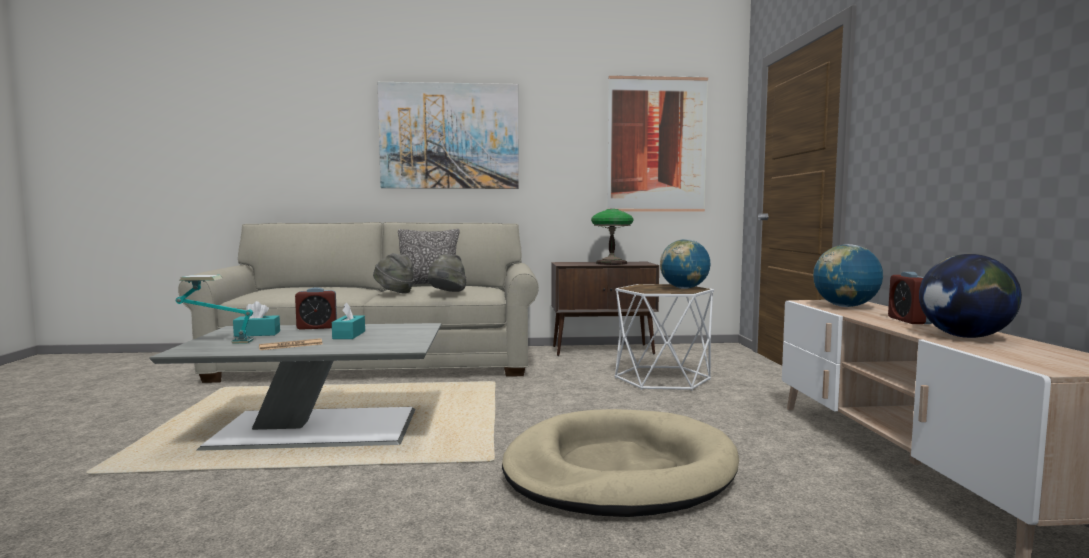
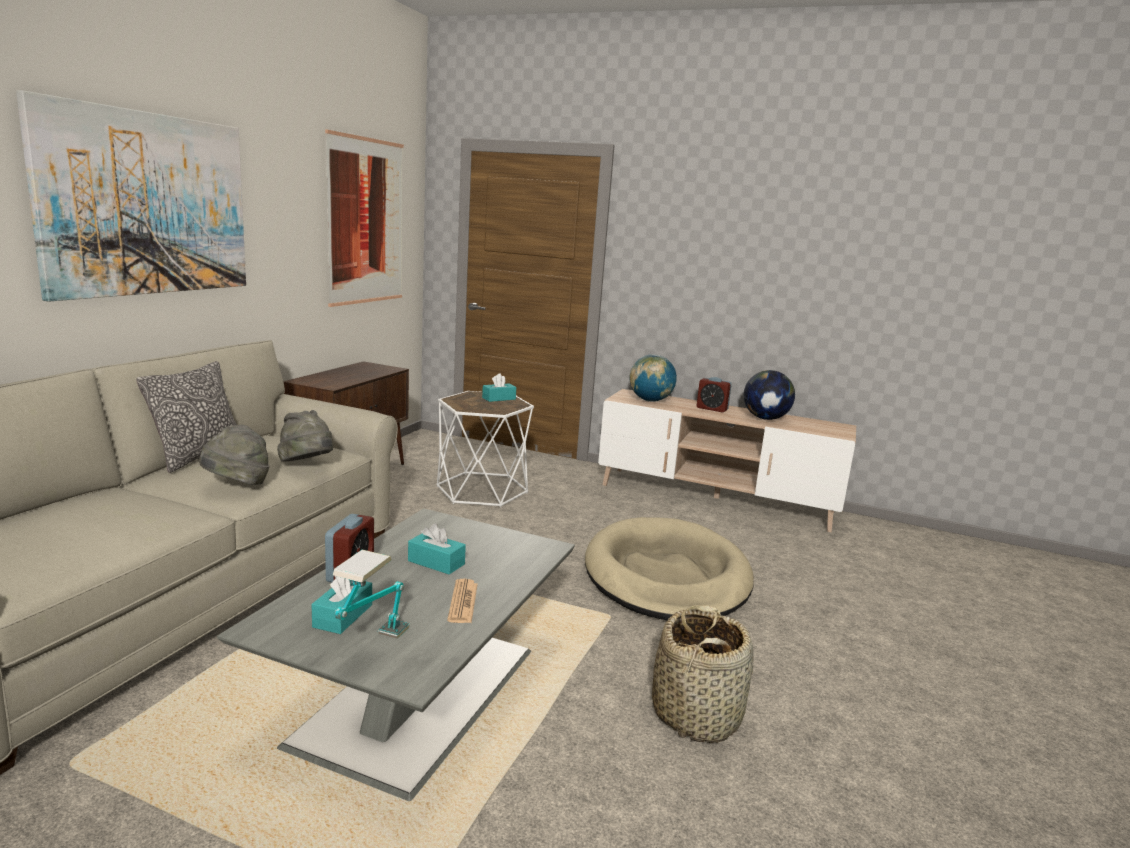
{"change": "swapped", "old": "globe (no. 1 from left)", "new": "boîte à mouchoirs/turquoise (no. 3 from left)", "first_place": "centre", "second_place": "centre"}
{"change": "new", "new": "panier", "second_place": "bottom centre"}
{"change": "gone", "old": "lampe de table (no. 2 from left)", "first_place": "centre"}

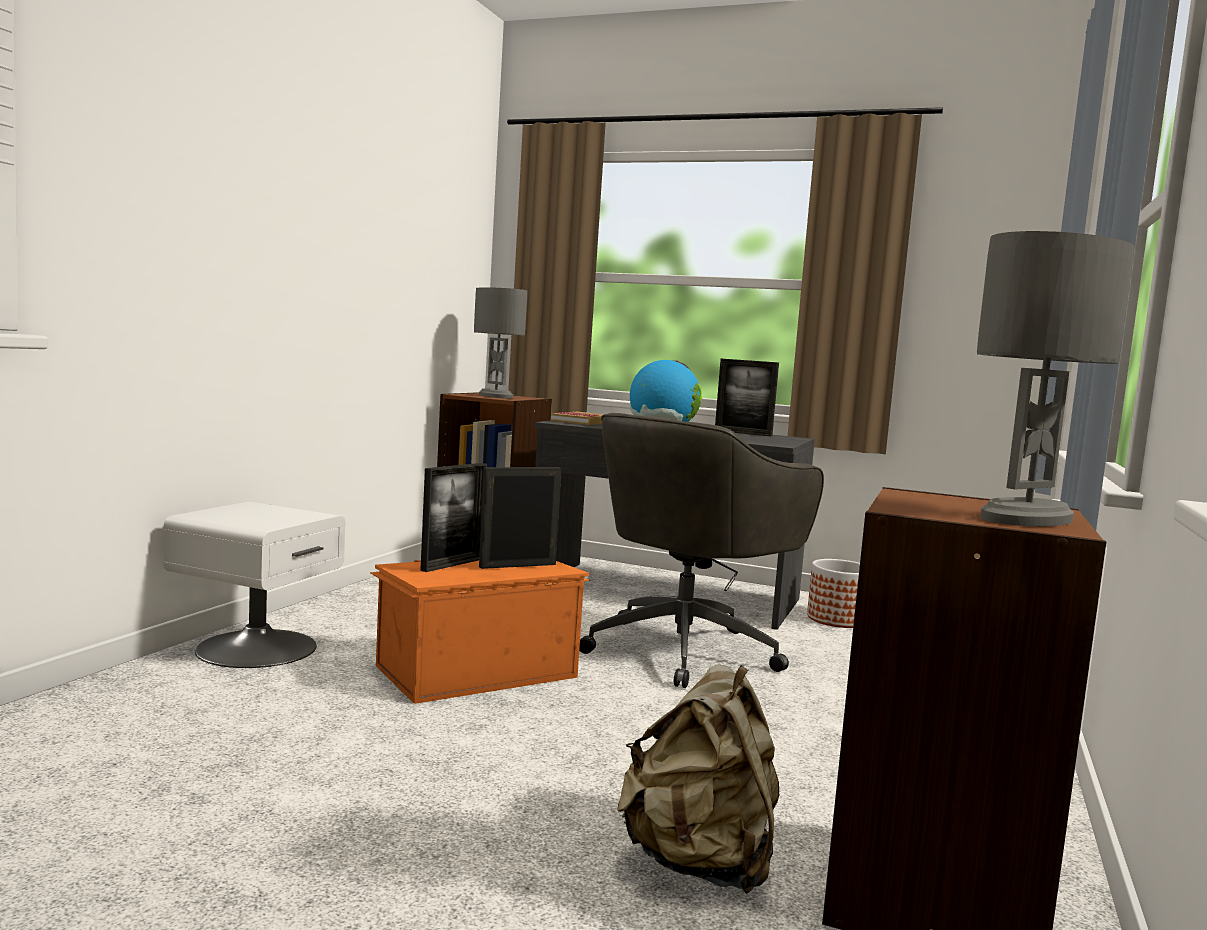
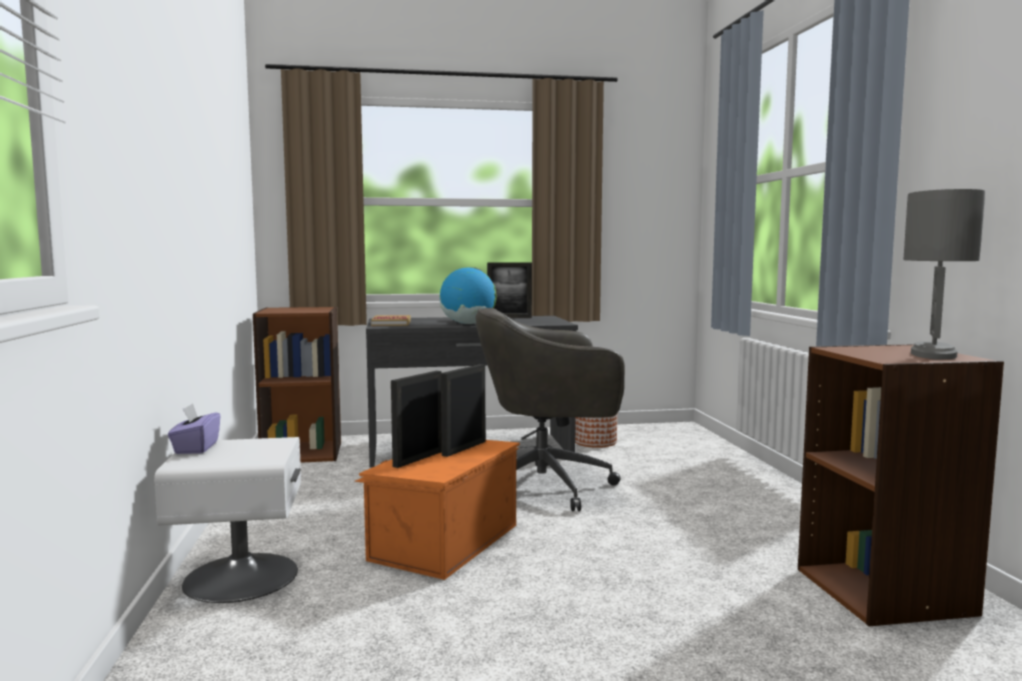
{"change": "new", "new": "boîte à mouchoirs/violet", "second_place": "middle left"}
{"change": "rotated", "old": "cadre photo (no. 1 from left)", "first_place": "centre", "second_place": "centre", "degrees": -150}
{"change": "rotated", "old": "chaise de bureau/gris", "first_place": "centre", "second_place": "centre", "degrees": 75}
{"change": "gone", "old": "lampe de table/gris (no. 1 from left)", "first_place": "centre"}
{"change": "gone", "old": "sac à dos/beige", "first_place": "bottom centre"}

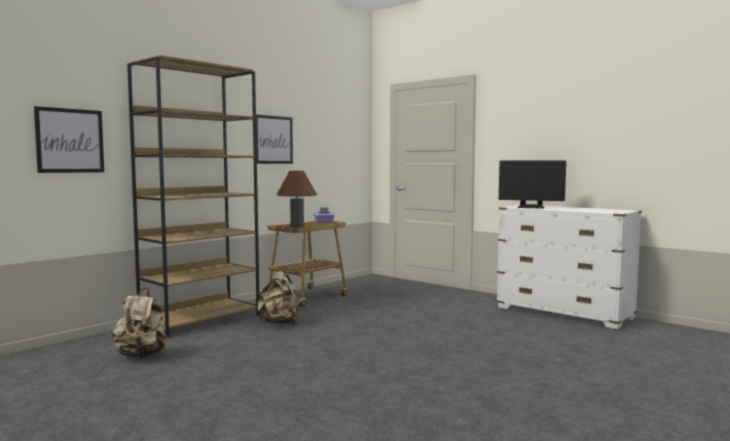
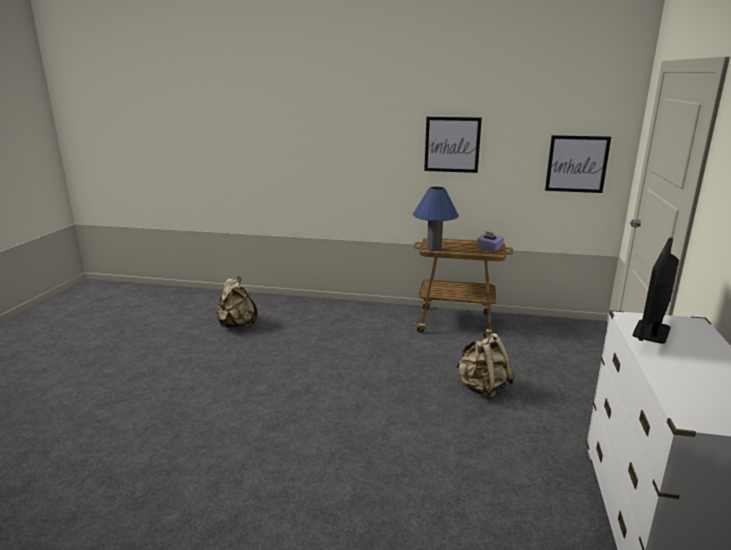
{"change": "repainted", "old": "lampe de table/marron", "new": "lampe de table/bleu", "first_place": "centre", "second_place": "centre"}
{"change": "shifted", "old": "sac à dos/beige (no. 2 from left)", "first_place": "bottom centre", "second_place": "centre"}
{"change": "shifted", "old": "tableau (no. 1 from left in the first image)", "new": "tableau (no. 2 from left)", "first_place": "top left", "second_place": "top right"}
{"change": "rotated", "old": "écran d'ordinateur", "first_place": "middle right", "second_place": "middle right", "degrees": 45}
{"change": "gone", "old": "bibliothèque/marron", "first_place": "middle left"}

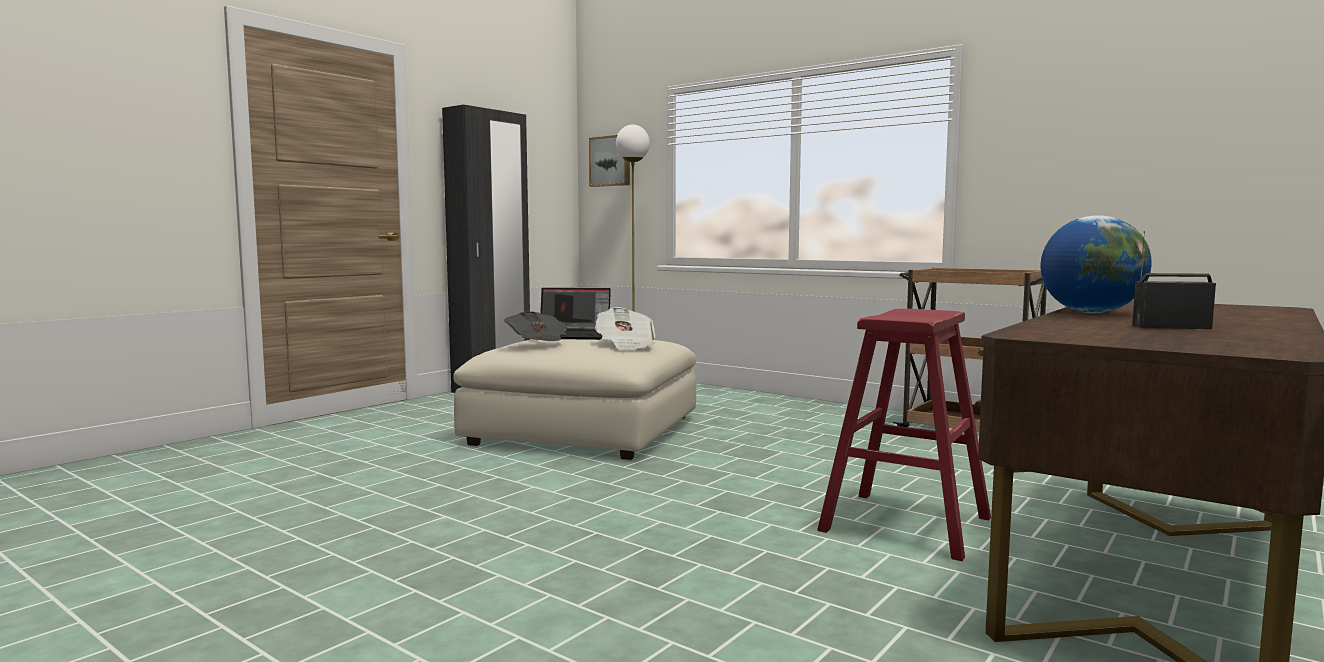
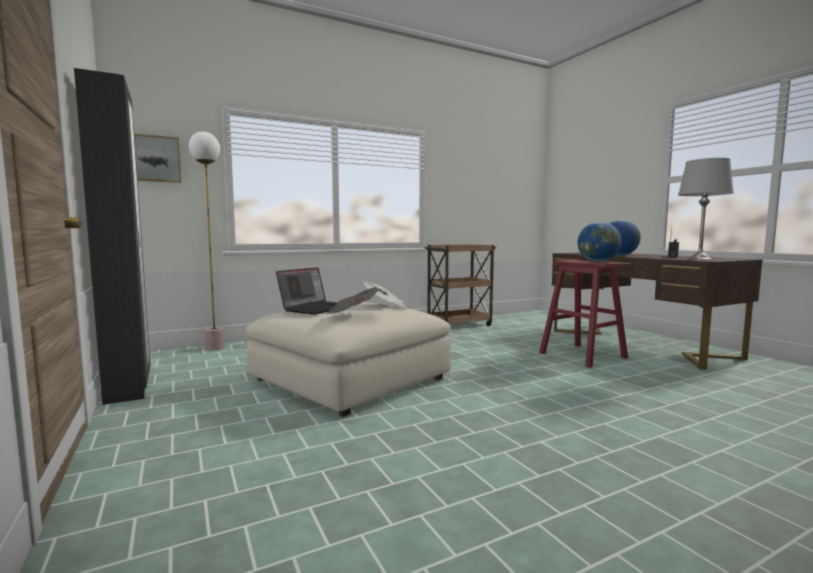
{"change": "new", "new": "globe (no. 1 from left)", "second_place": "middle right"}
{"change": "new", "new": "lampe de table/gris", "second_place": "middle right"}

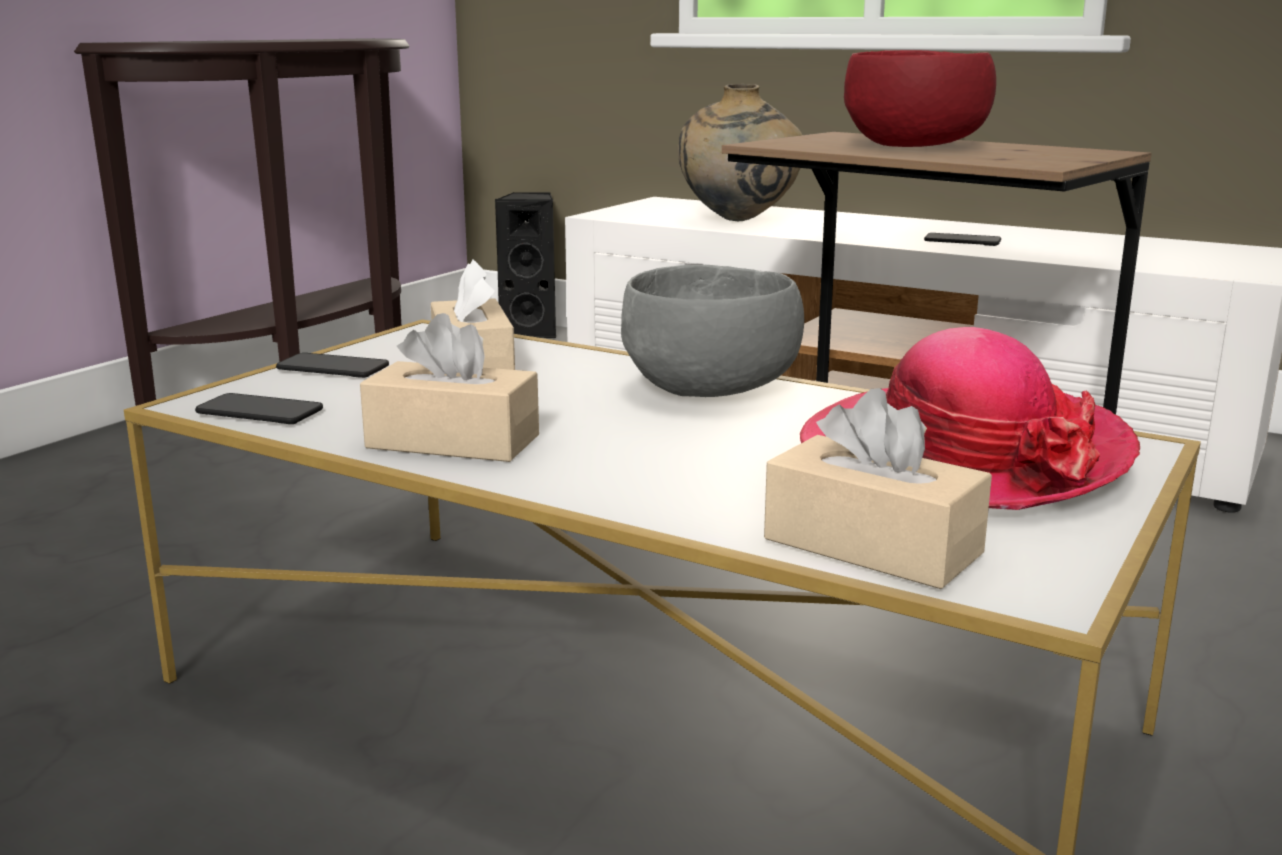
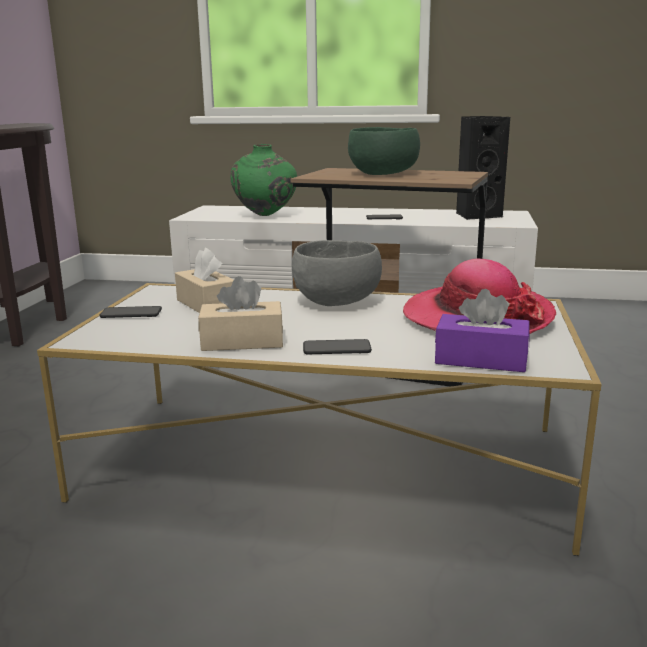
{"change": "repainted", "old": "vase/beige", "new": "vase/vert", "first_place": "top centre", "second_place": "top centre"}
{"change": "shifted", "old": "téléphone (no. 1 from left in the first image)", "new": "téléphone (no. 2 from left)", "first_place": "middle left", "second_place": "centre"}
{"change": "repainted", "old": "bol/rouge", "new": "bol/vert", "first_place": "top right", "second_place": "top centre"}
{"change": "repainted", "old": "boîte à mouchoirs/beige (no. 3 from left)", "new": "boîte à mouchoirs/violet", "first_place": "middle right", "second_place": "middle right"}
{"change": "shifted", "old": "enceinte/noir", "first_place": "top centre", "second_place": "top right"}

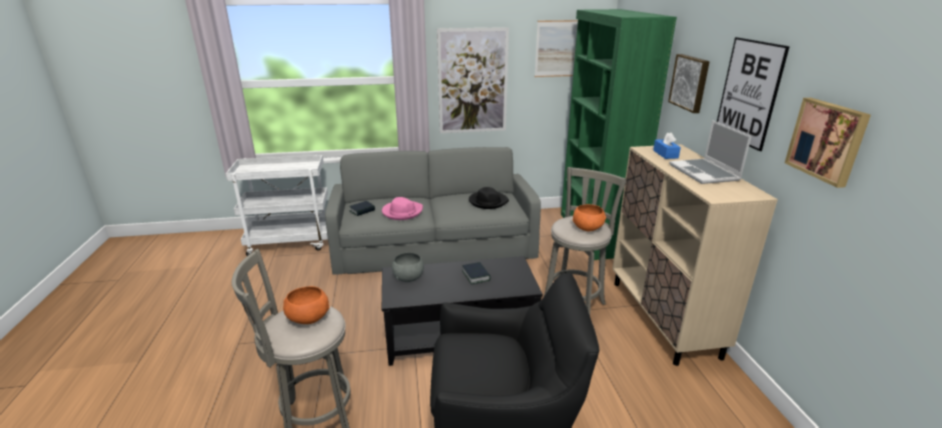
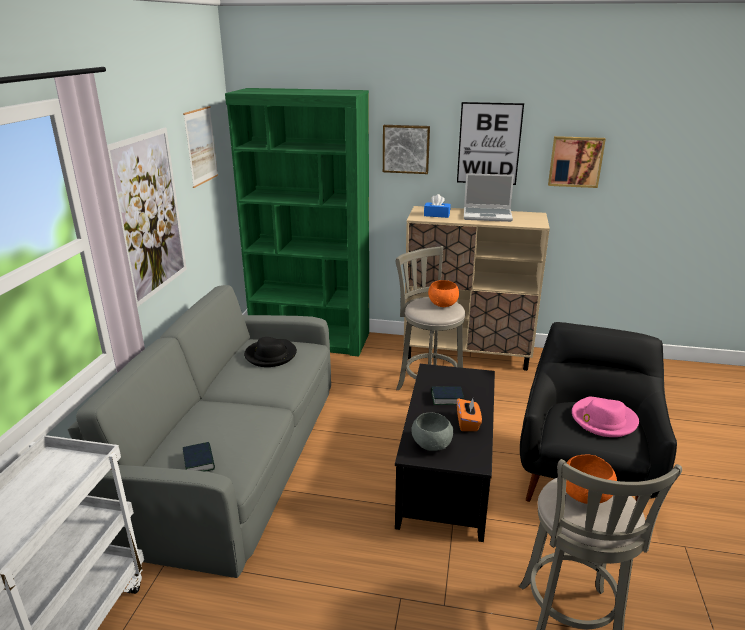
{"change": "new", "new": "boîte à mouchoirs/orange", "second_place": "centre"}
{"change": "shifted", "old": "chapeau/rose", "first_place": "centre", "second_place": "middle right"}

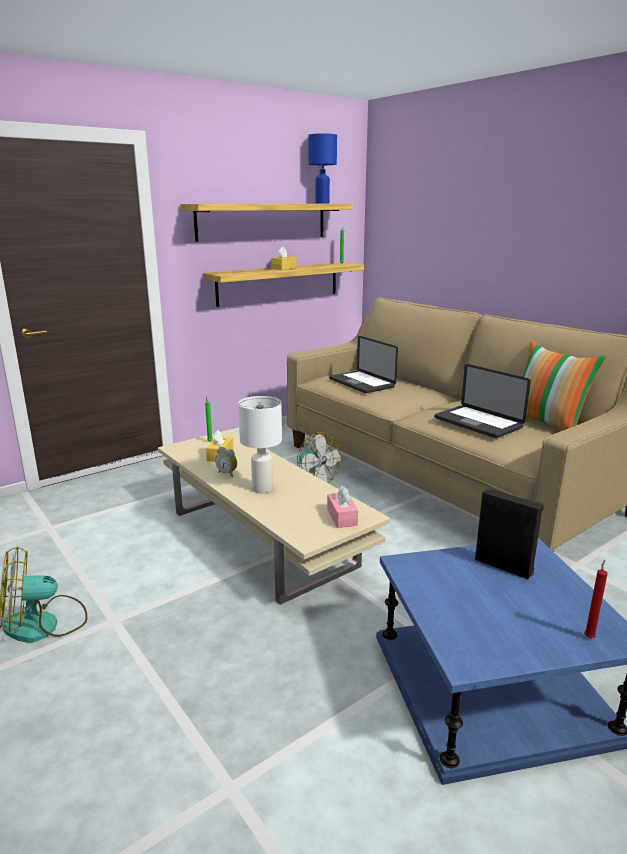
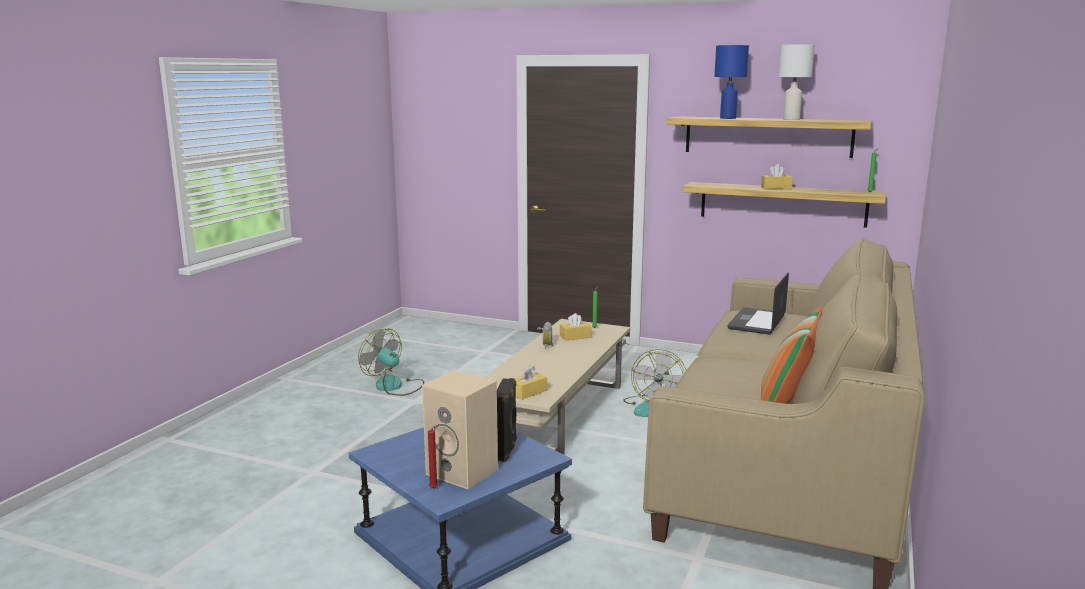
{"change": "new", "new": "enceinte/beige", "second_place": "bottom centre"}
{"change": "repainted", "old": "boîte à mouchoirs/rose", "new": "boîte à mouchoirs/jaune (no. 1 from left)", "first_place": "centre", "second_place": "centre"}
{"change": "shifted", "old": "lampe de table/bleu", "first_place": "top centre", "second_place": "top right"}
{"change": "shifted", "old": "lampe de table/blanc", "first_place": "centre", "second_place": "top right"}
{"change": "gone", "old": "ordinateur portable (no. 2 from left)", "first_place": "middle right"}

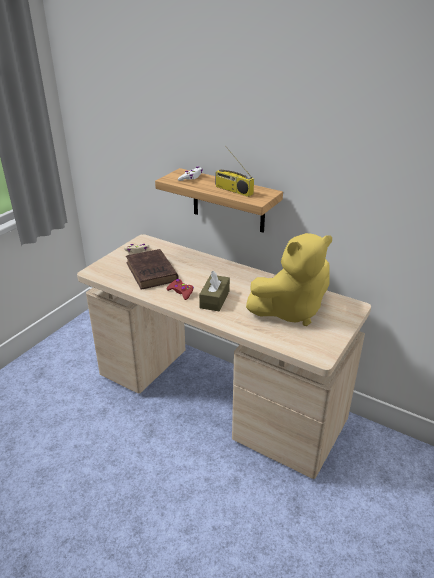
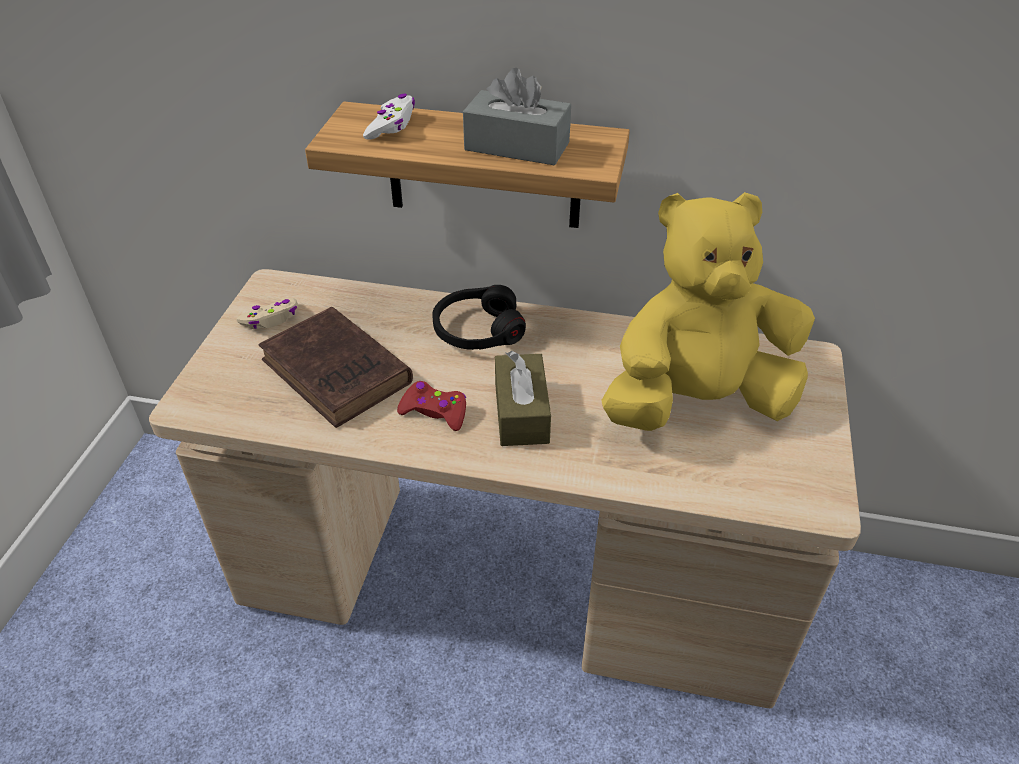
{"change": "new", "new": "casque audio/noir", "second_place": "centre"}
{"change": "swapped", "old": "radio", "new": "boîte à mouchoirs/gris", "first_place": "top centre", "second_place": "top centre"}
{"change": "rotated", "old": "peluche/jaune", "first_place": "centre", "second_place": "middle right", "degrees": -150}

